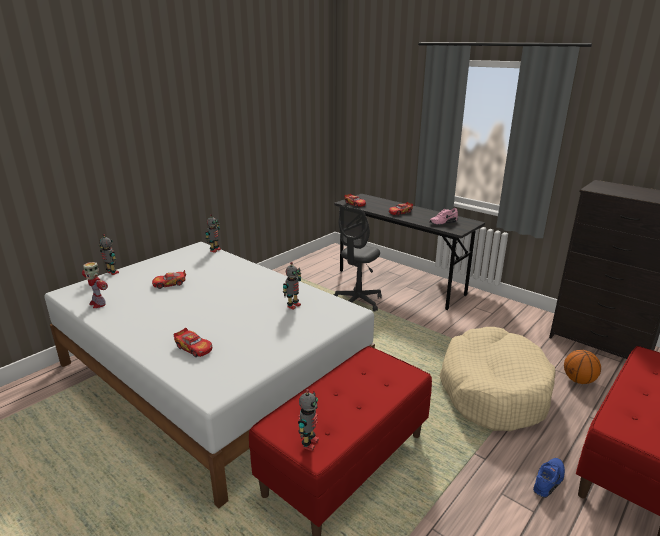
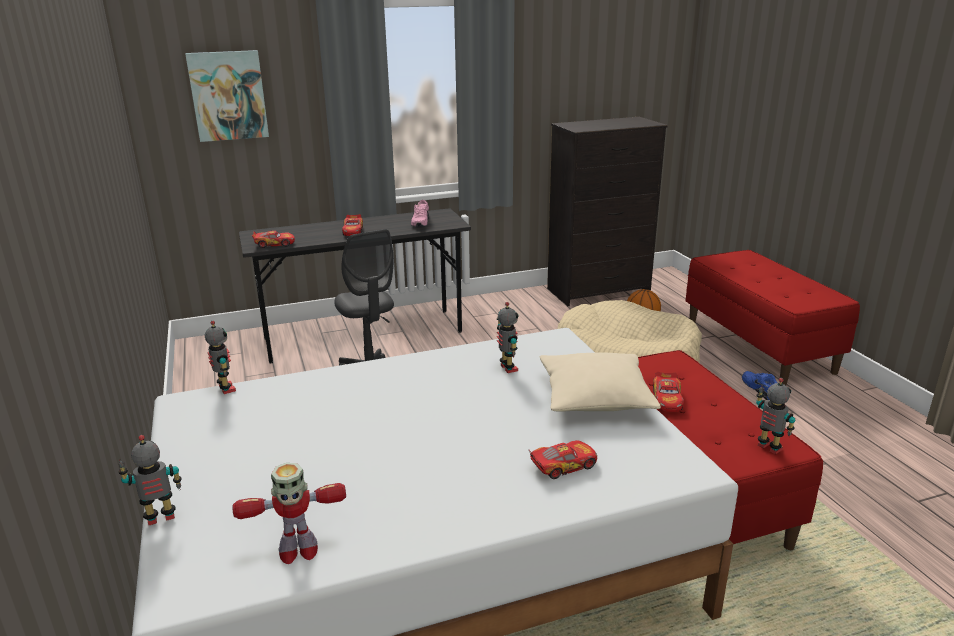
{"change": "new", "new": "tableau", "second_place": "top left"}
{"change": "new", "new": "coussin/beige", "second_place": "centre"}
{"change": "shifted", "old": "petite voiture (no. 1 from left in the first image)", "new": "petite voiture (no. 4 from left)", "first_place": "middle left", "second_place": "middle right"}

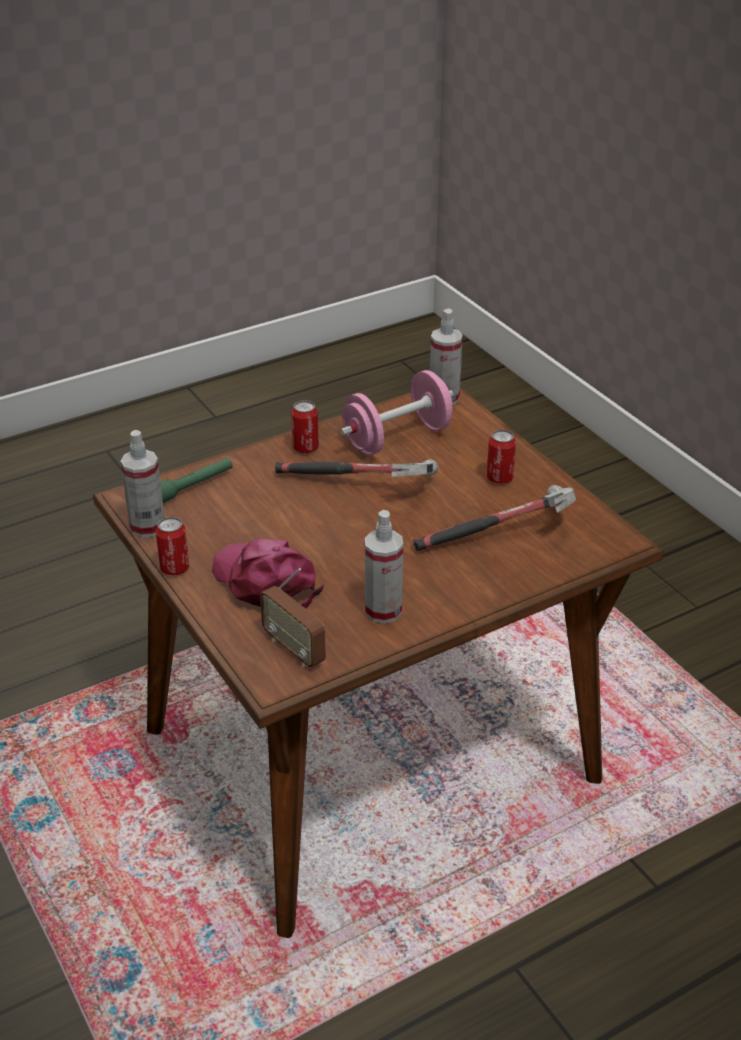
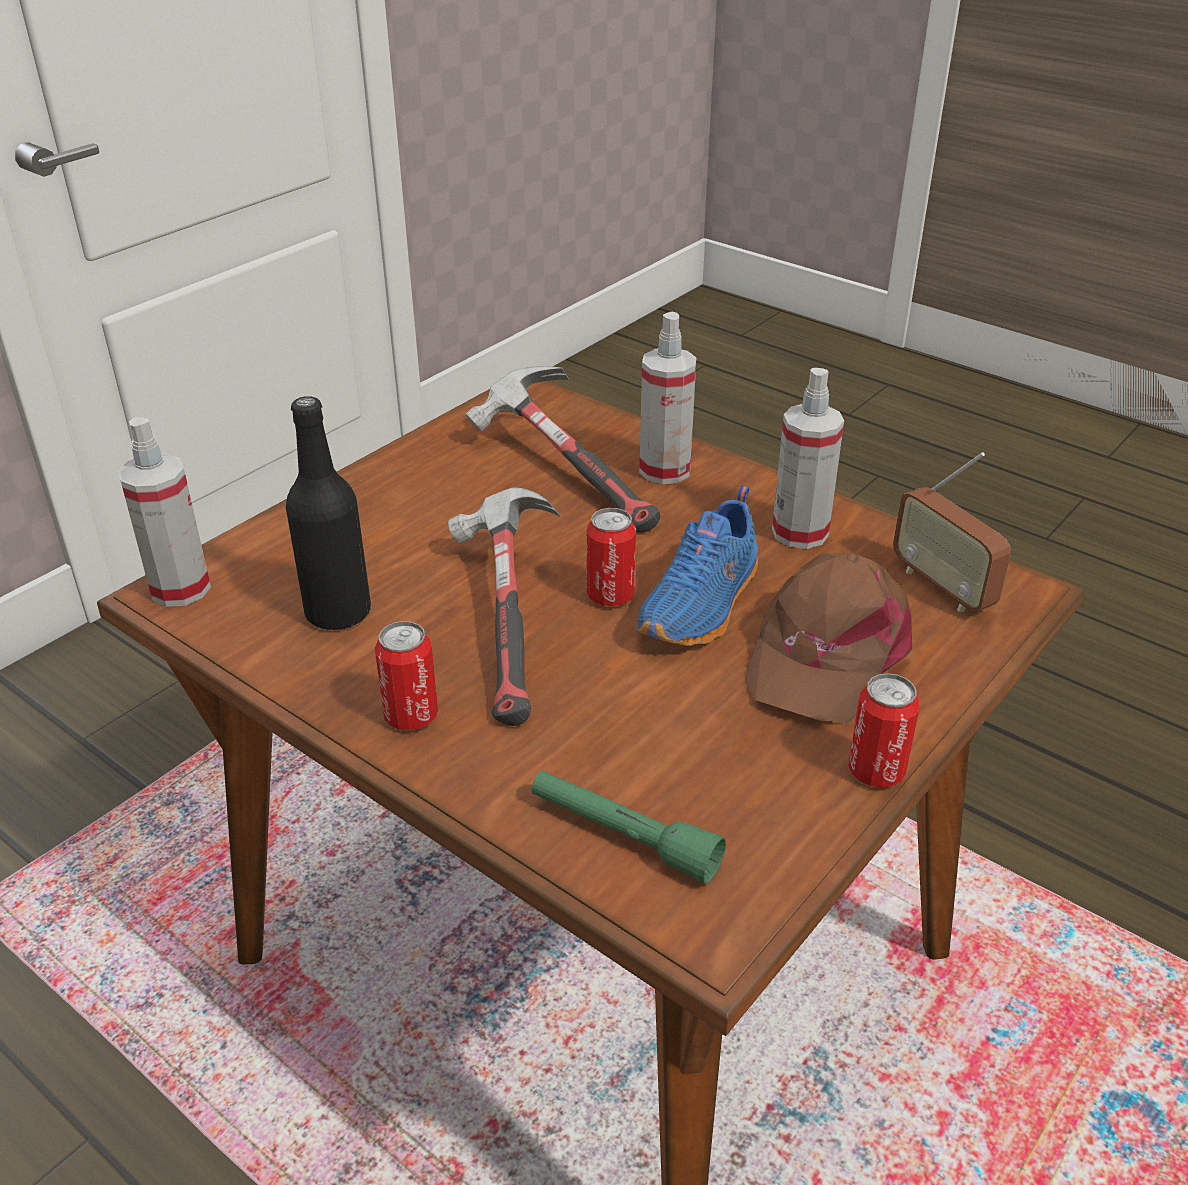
{"change": "swapped", "old": "haltère/rose", "new": "bouteille/noir", "first_place": "centre", "second_place": "middle left"}
{"change": "shifted", "old": "boîte métallique (no. 3 from left in the first image)", "new": "boîte métallique (no. 2 from left)", "first_place": "middle right", "second_place": "centre"}
{"change": "new", "new": "chaussure/bleu", "second_place": "centre"}
{"change": "shifted", "old": "vaporisateur (no. 1 from left in the first image)", "new": "vaporisateur (no. 2 from left)", "first_place": "middle left", "second_place": "centre"}
{"change": "repainted", "old": "casquette/rose", "new": "casquette/marron", "first_place": "centre", "second_place": "middle right"}
{"change": "rotated", "old": "radio", "first_place": "centre", "second_place": "middle right", "degrees": 120}

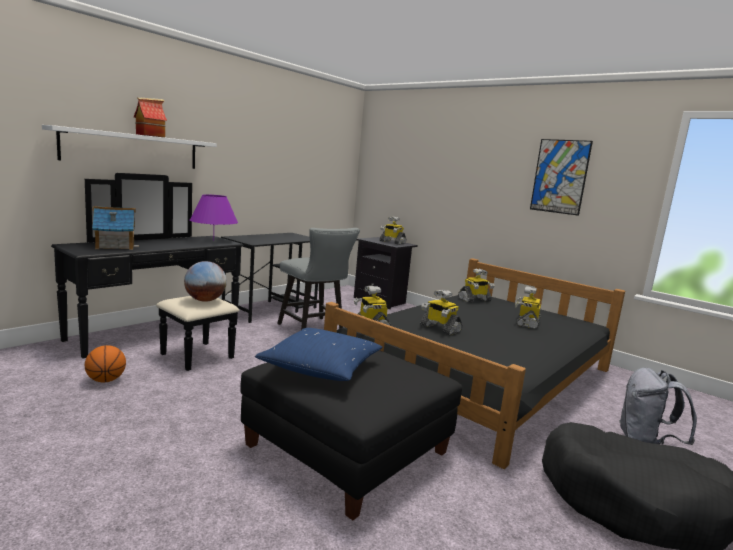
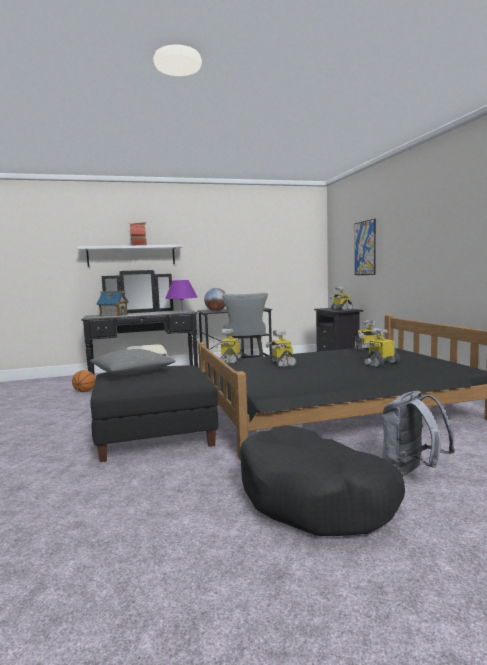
{"change": "repainted", "old": "coussin/bleu", "new": "coussin/gris", "first_place": "centre", "second_place": "middle left"}
{"change": "shifted", "old": "globe", "first_place": "middle left", "second_place": "centre"}
{"change": "shifted", "old": "tableau", "first_place": "top right", "second_place": "middle right"}

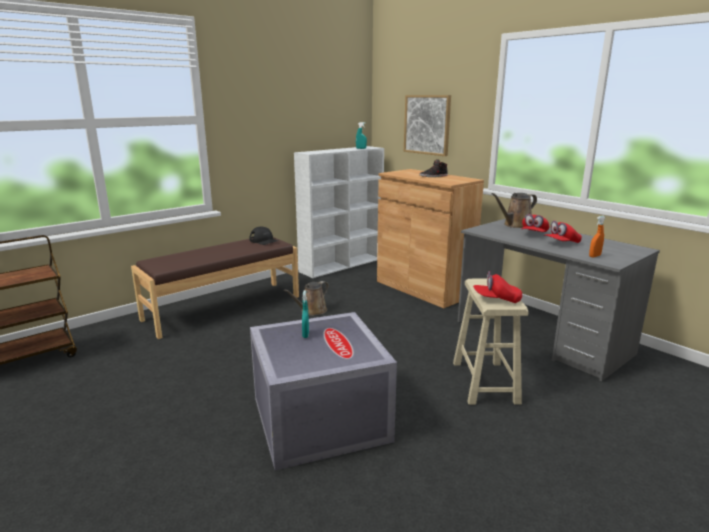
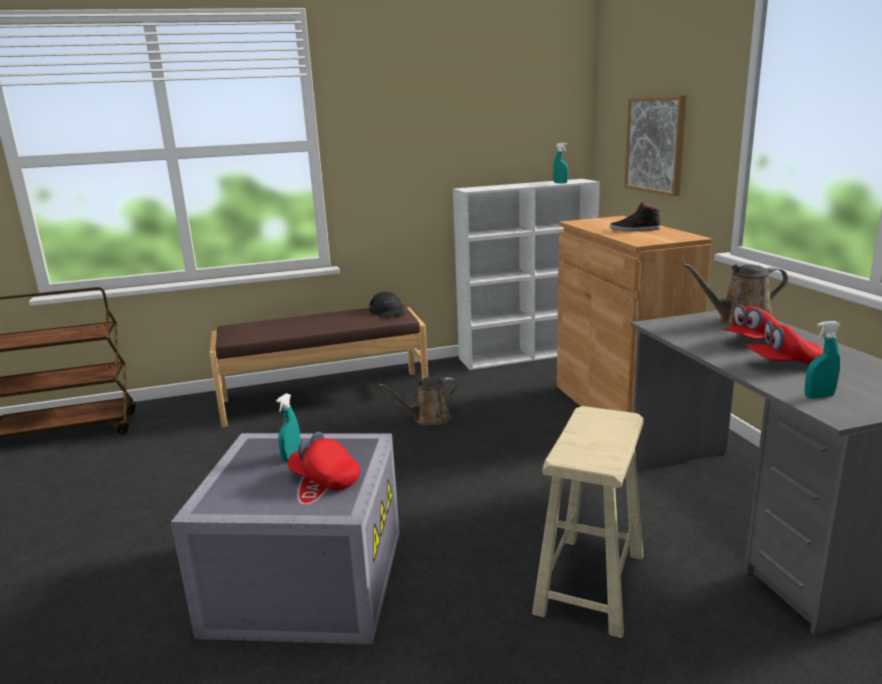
{"change": "shifted", "old": "casquette/rouge (no. 1 from left)", "first_place": "middle right", "second_place": "bottom centre"}
{"change": "repainted", "old": "vaporisateur/orange", "new": "vaporisateur/turquoise (no. 3 from left)", "first_place": "middle right", "second_place": "middle right"}

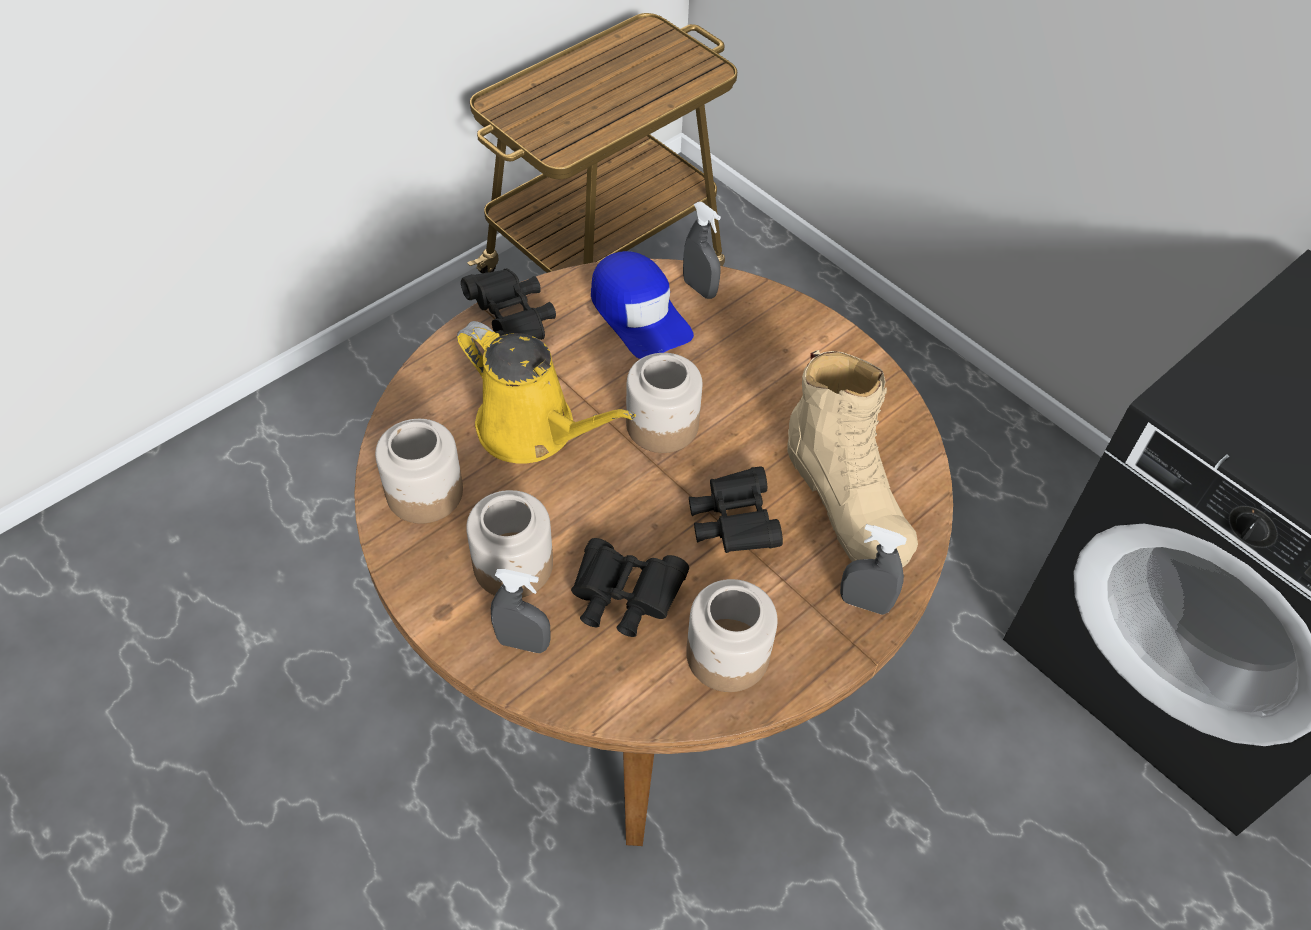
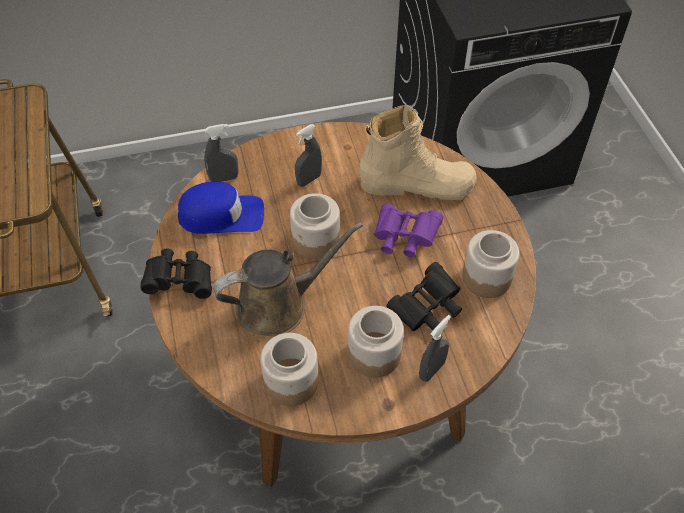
{"change": "repainted", "old": "arrosoir/jaune", "new": "arrosoir/marron", "first_place": "centre", "second_place": "centre"}
{"change": "shifted", "old": "vaporisateur/gris (no. 3 from left in the first image)", "new": "vaporisateur/gris (no. 2 from left)", "first_place": "centre", "second_place": "top centre"}
{"change": "repainted", "old": "jumelles/noir (no. 3 from left)", "new": "jumelles/violet", "first_place": "centre", "second_place": "centre"}

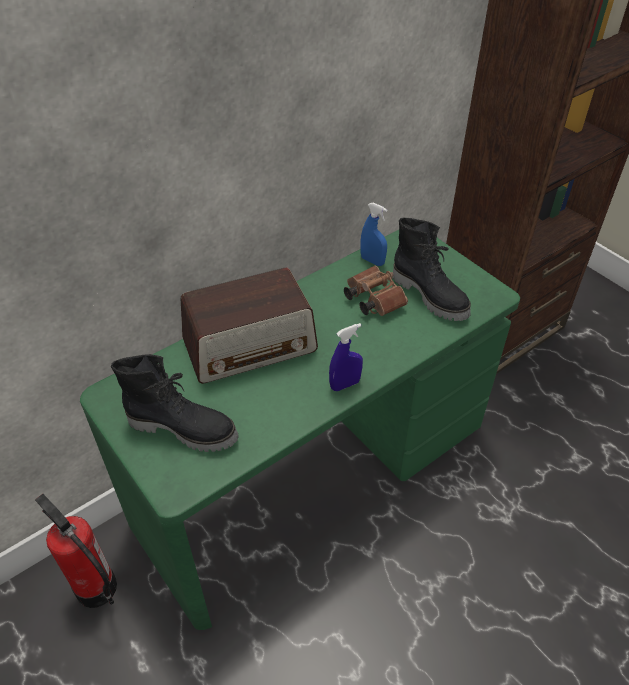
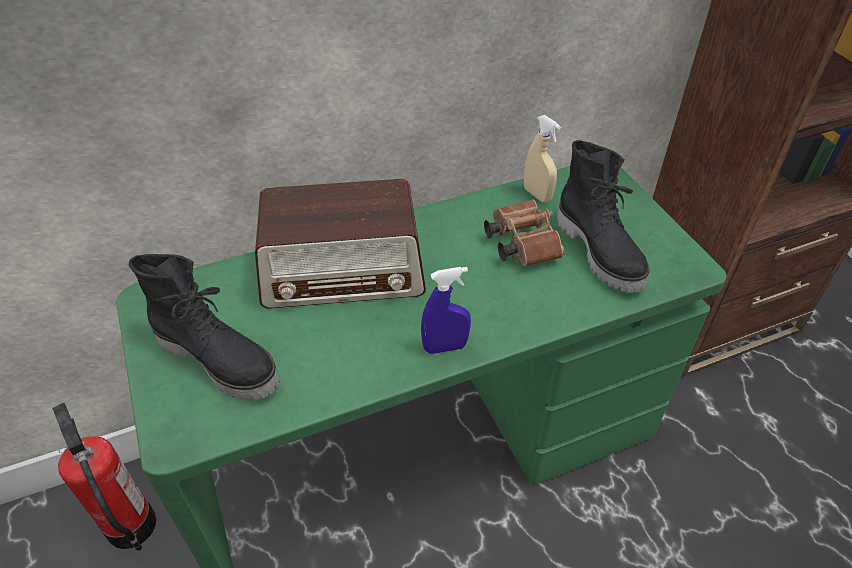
{"change": "repainted", "old": "vaporisateur/bleu (no. 2 from left)", "new": "vaporisateur/beige", "first_place": "centre", "second_place": "top centre"}

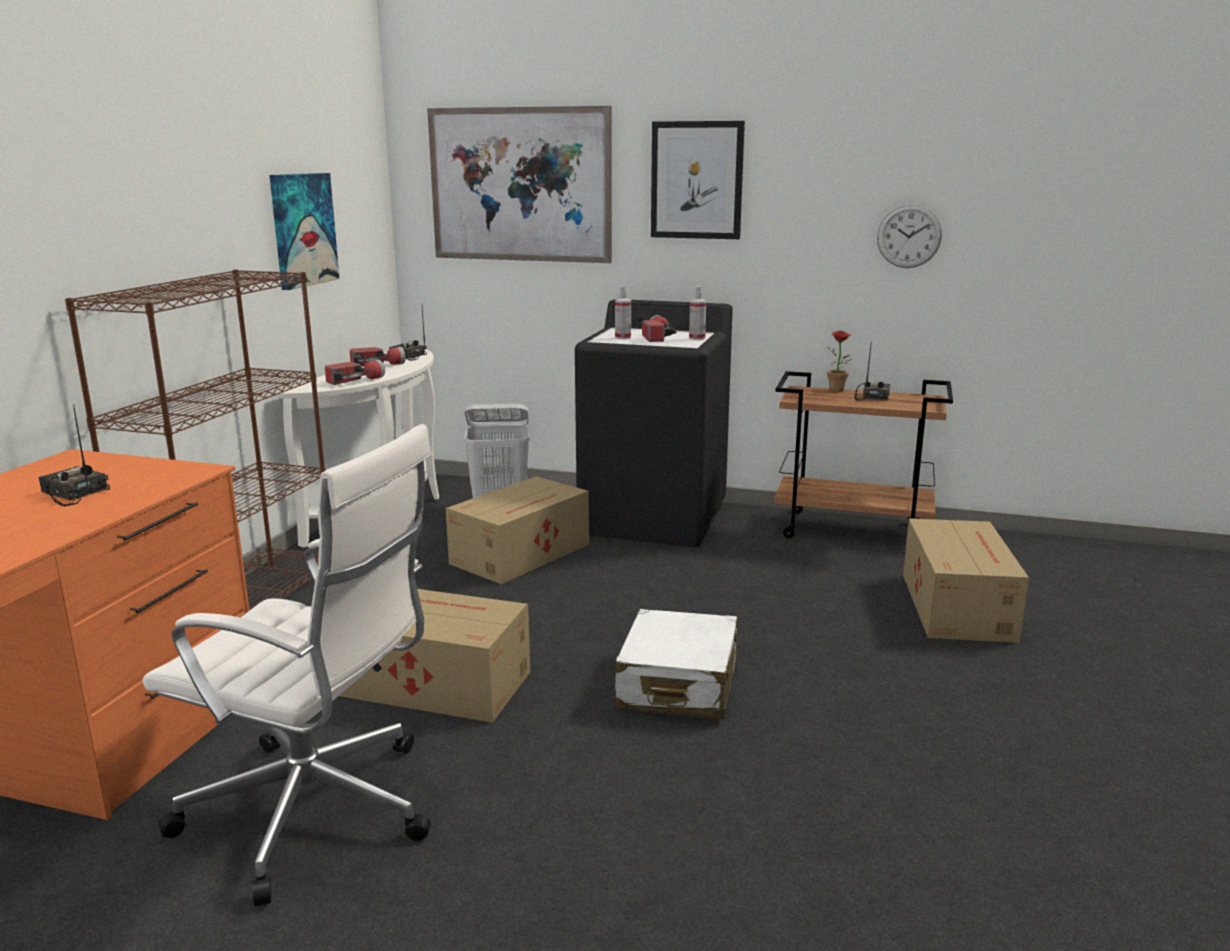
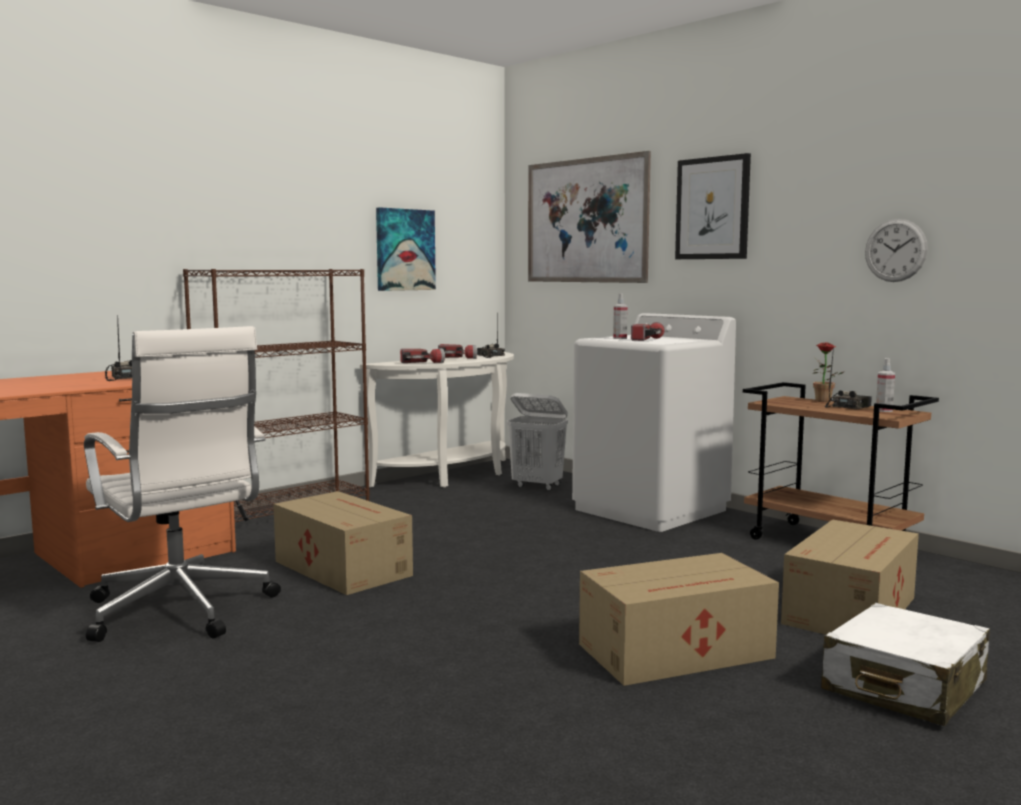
{"change": "repainted", "old": "lave-linge/noir", "new": "lave-linge/blanc", "first_place": "centre", "second_place": "centre"}
{"change": "shifted", "old": "carton (no. 2 from left)", "first_place": "centre", "second_place": "bottom centre"}
{"change": "shifted", "old": "valise/blanc", "first_place": "bottom centre", "second_place": "bottom right"}
{"change": "shifted", "old": "vaporisateur (no. 2 from left)", "first_place": "top centre", "second_place": "middle right"}

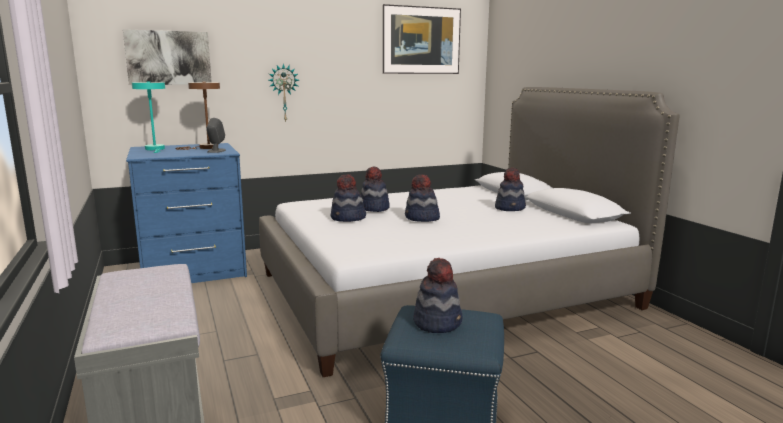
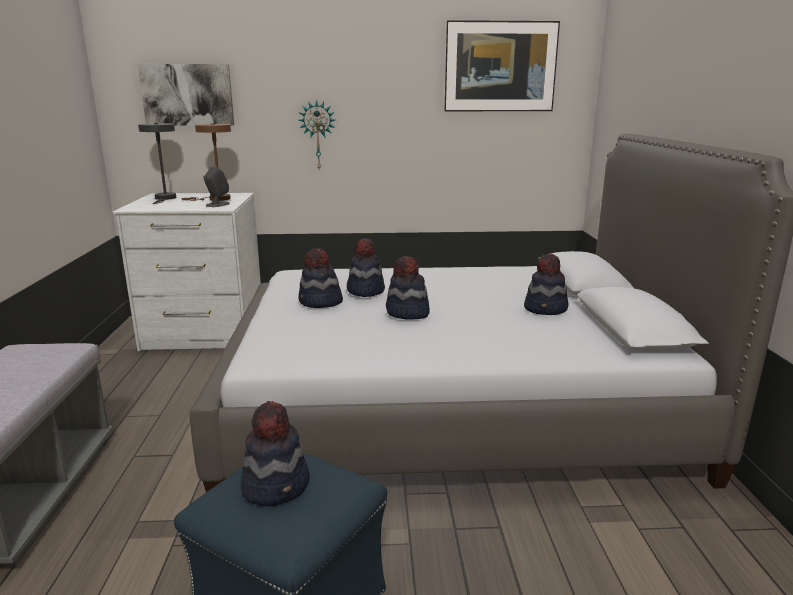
{"change": "repainted", "old": "commode/bleu", "new": "commode/blanc", "first_place": "middle left", "second_place": "middle left"}
{"change": "repainted", "old": "lampe de table/turquoise", "new": "lampe de table/gris", "first_place": "top left", "second_place": "top left"}

